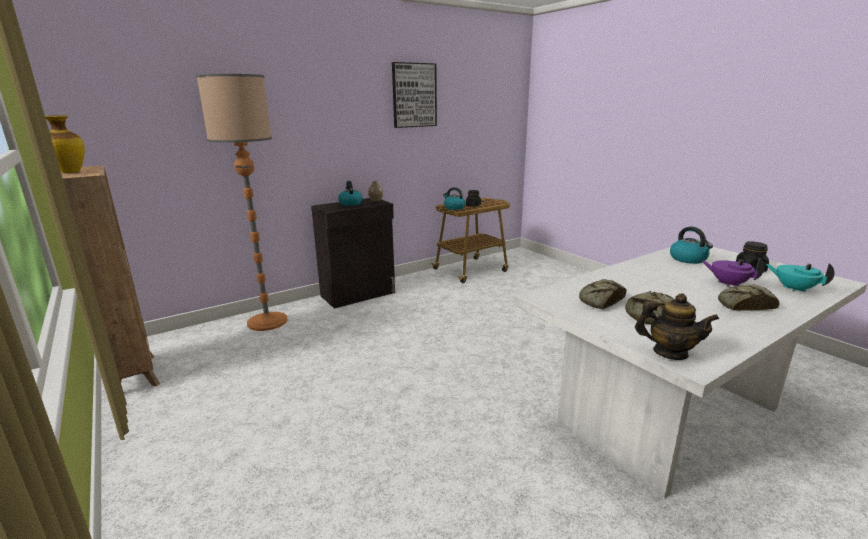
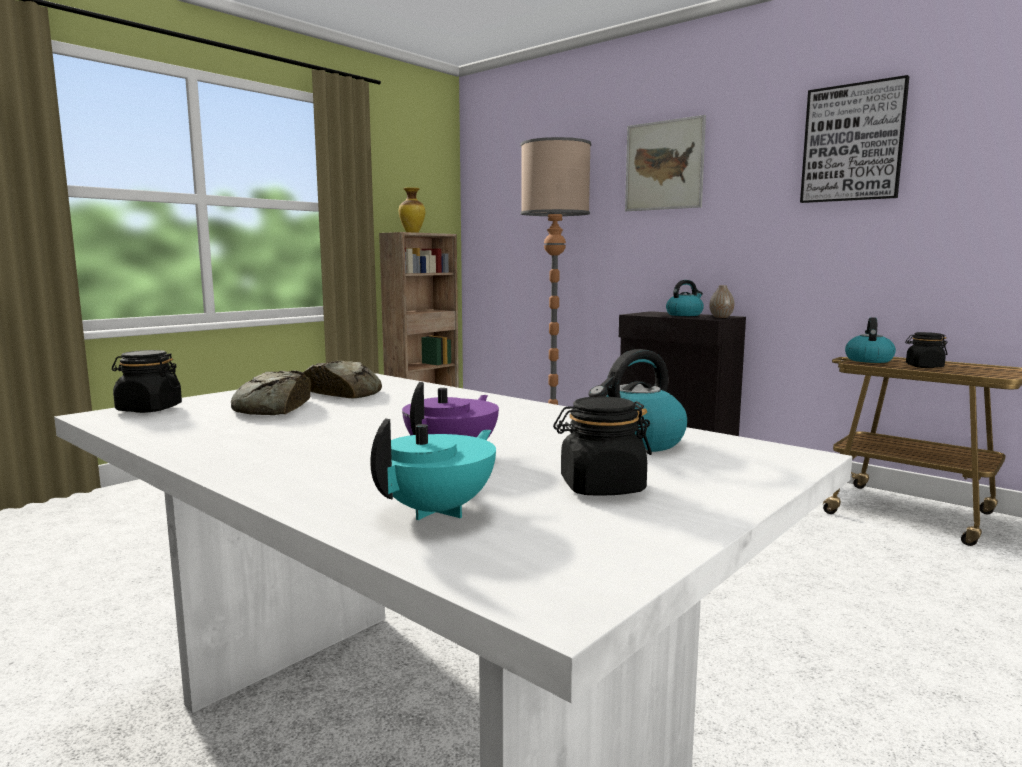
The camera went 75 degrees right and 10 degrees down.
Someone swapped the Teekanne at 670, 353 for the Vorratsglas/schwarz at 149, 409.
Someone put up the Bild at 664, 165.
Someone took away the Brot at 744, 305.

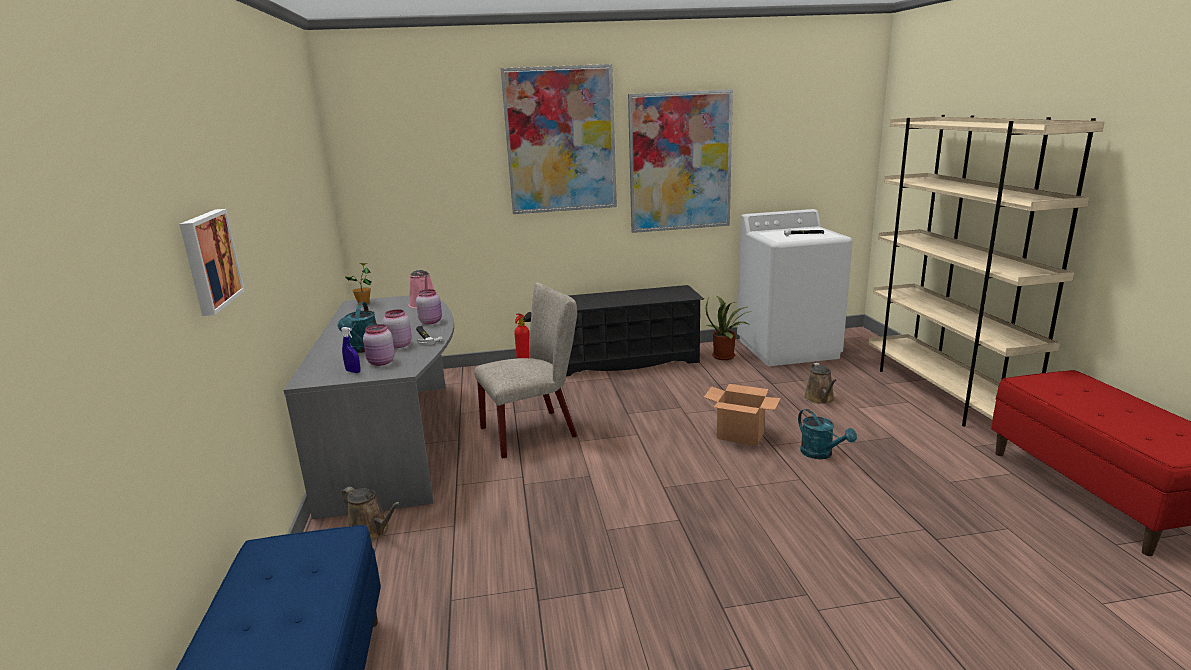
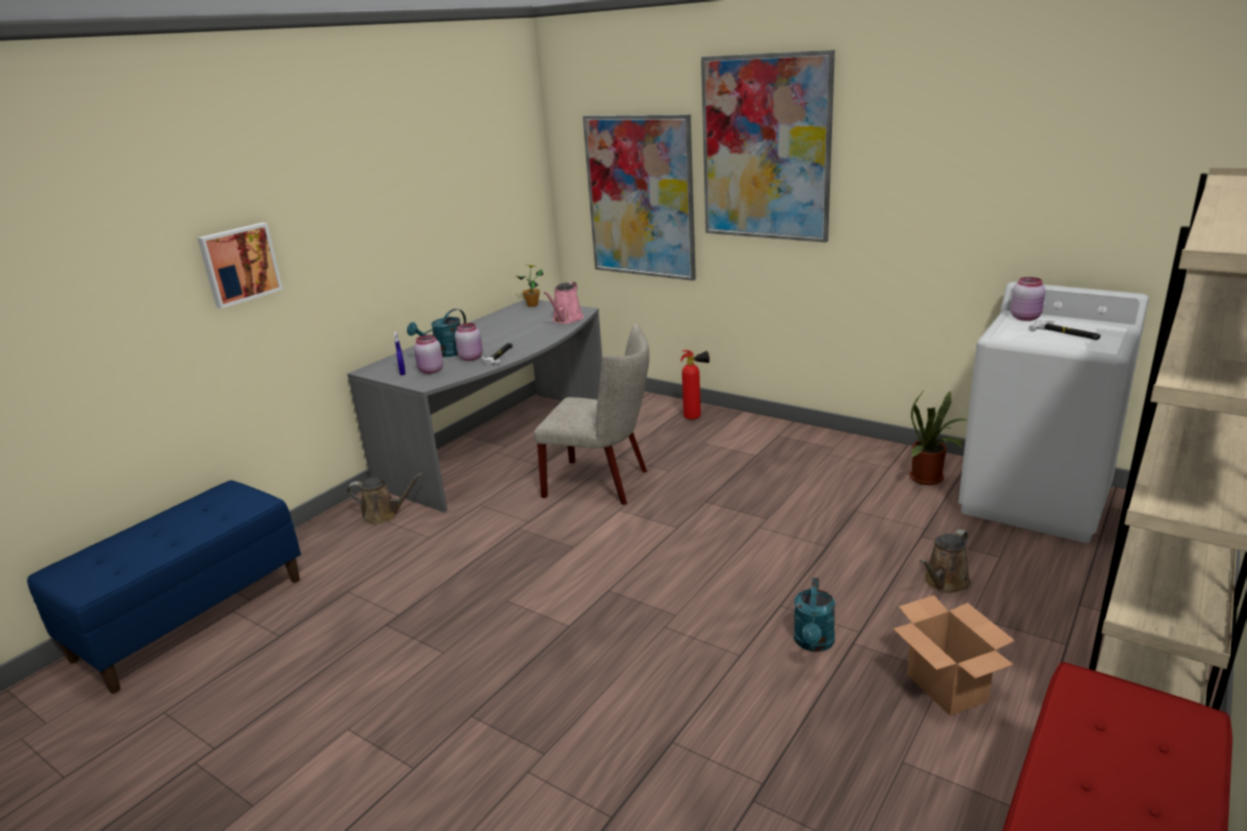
The camera went 45 degrees right and 5 degrees up.
Someone rotated the Gießkanne/braun at 371, 532 by 75 degrees counterclockwise.
Someone carried the Bild from 680, 162 to 640, 197.
Someone carried the Karton from 741, 435 to 947, 687.
Someone carried the Vorratsglas/rosa from 431, 321 to 1026, 317.
Someone took away the Schuhregal/schwarz at 625, 361.

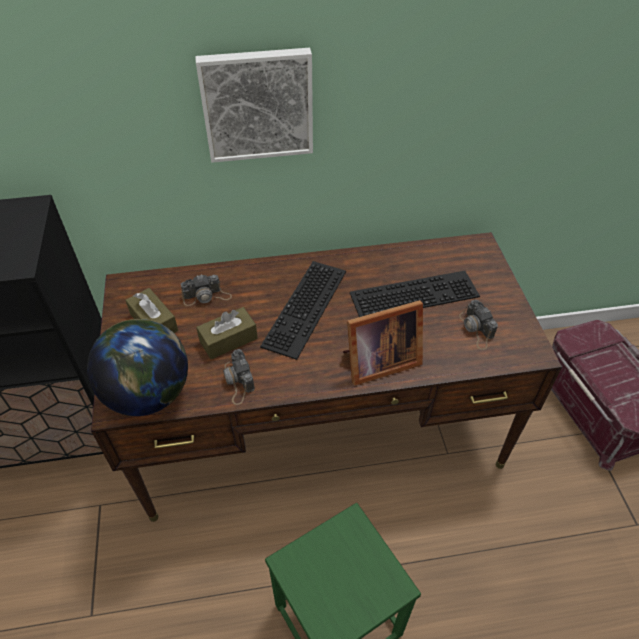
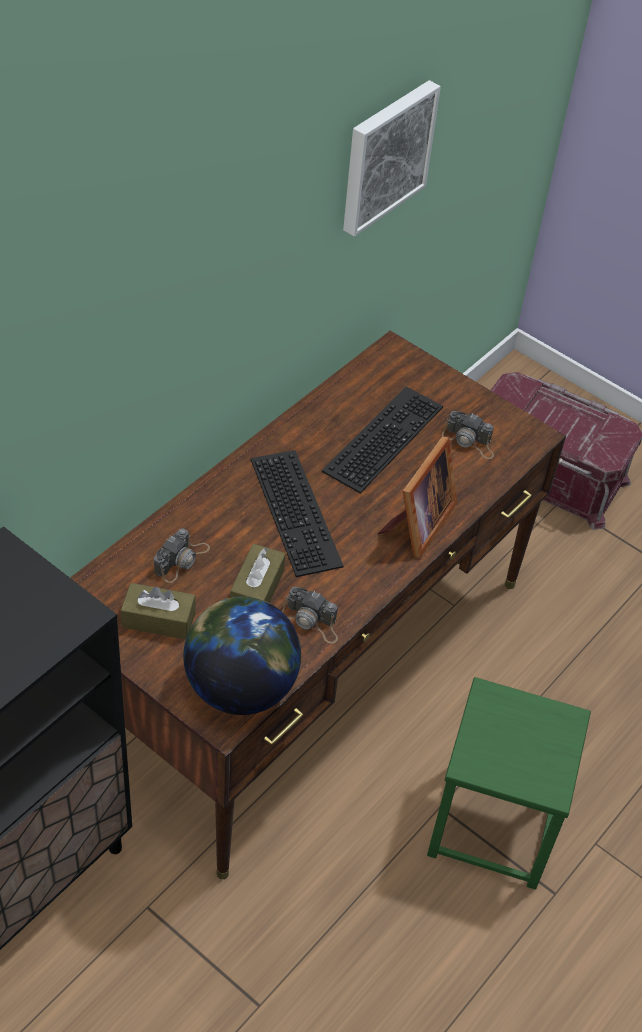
The camera went 45 degrees left and 0 degrees up.
Someone carried the Bild from 257, 104 to 385, 155.

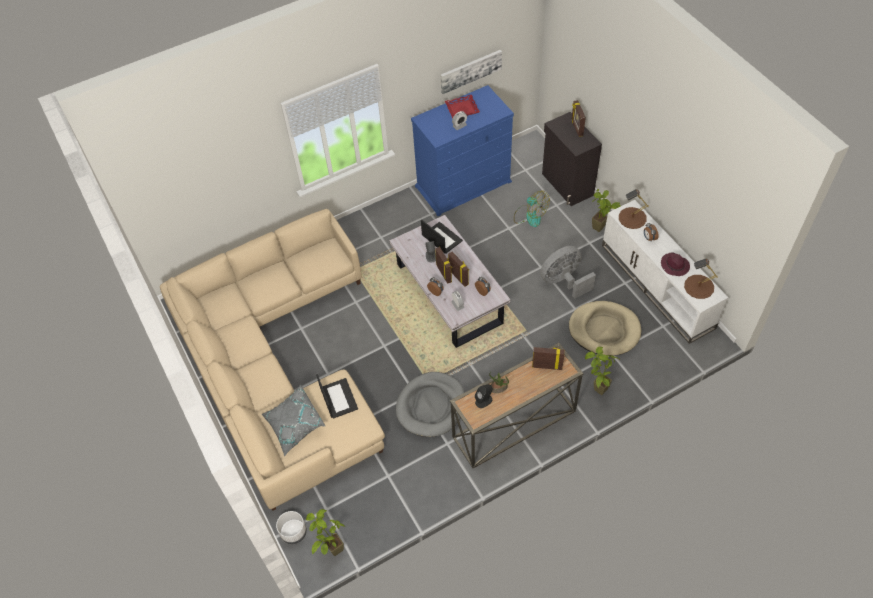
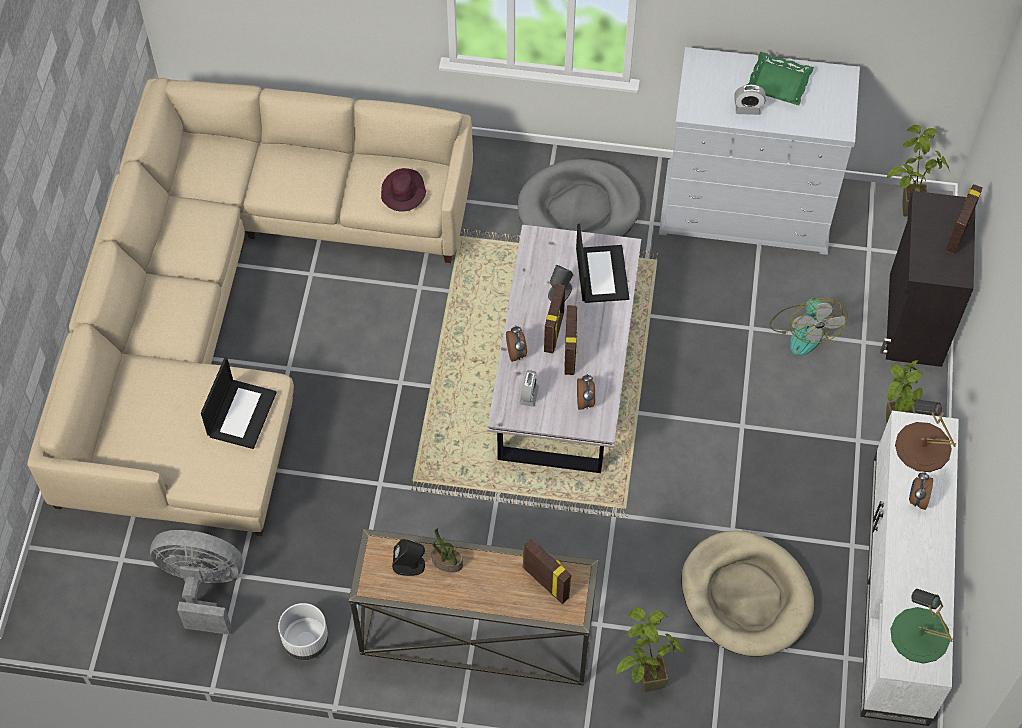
The camera went 35 degrees right and 5 degrees up.
Someone carried the Ventilator/grau from 564, 281 to 203, 587.
Someone carried the Pflanzkübel/weiß from 293, 532 to 305, 640.
Someone carried the Hut/lila from 675, 266 to 403, 193.
Someone carried the Hundebett/grau from 431, 406 to 578, 210.
Someone repainted the Kommode/blau at 463, 184, which became the Kommode/weiß at 747, 208.
Someone repainted the Tablett/rot at 462, 109, which became the Tablett/grün at 778, 83.
Someone carried the Topfpflanze from 331, 551 to 902, 208.
Someone repainted the Tischlampe/braun at 699, 287, which became the Tischlampe/grün at 919, 635.
Someone took away the Kissen/grau at 294, 425.
Someone took away the Bild at 470, 71.

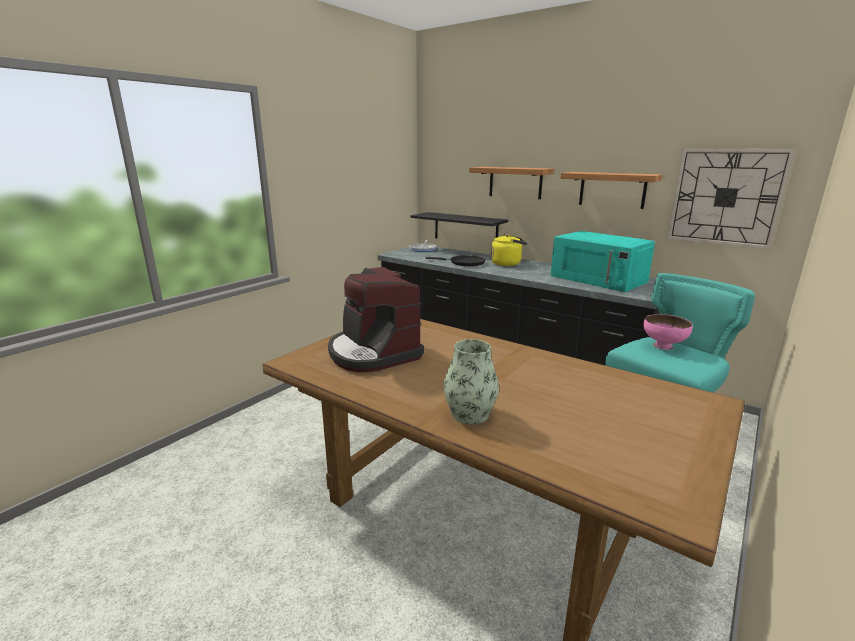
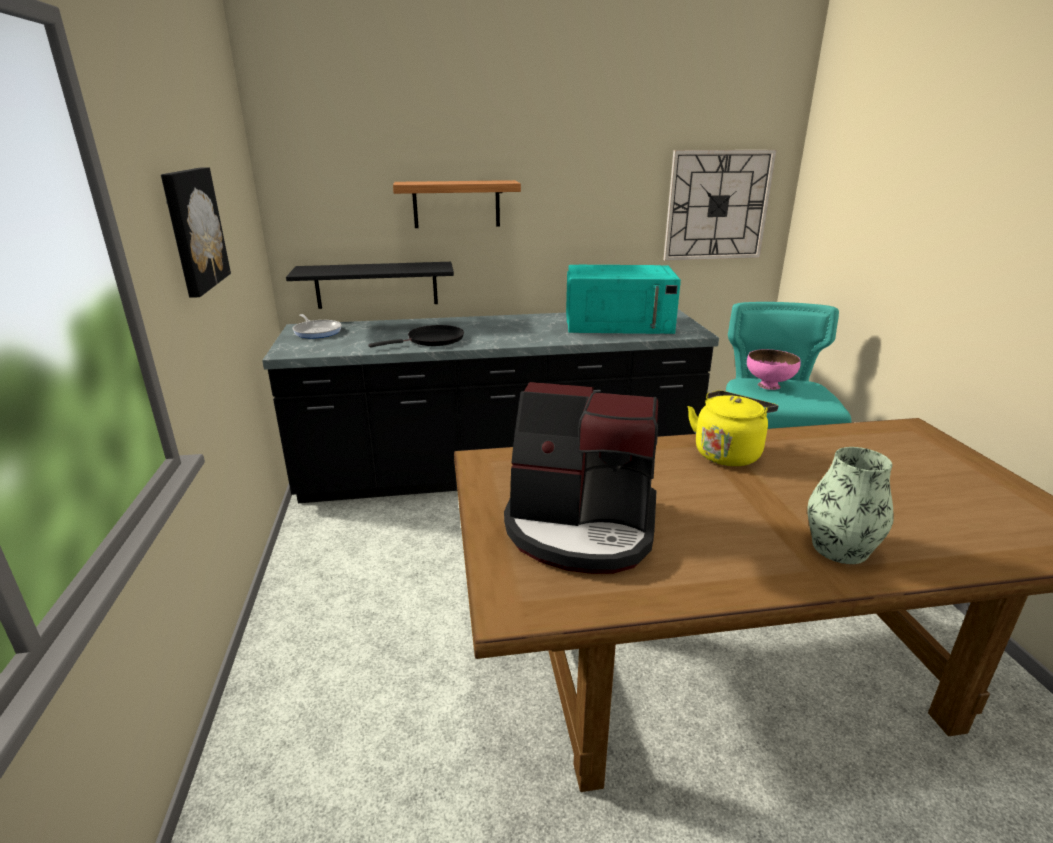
The camera went 45 degrees left and 5 degrees up.
Someone put up the Bild at 193, 230.
Someone carried the Wasserkessel/gelb from 507, 263 to 728, 453.
Someone took away the Wandregal at 612, 190.

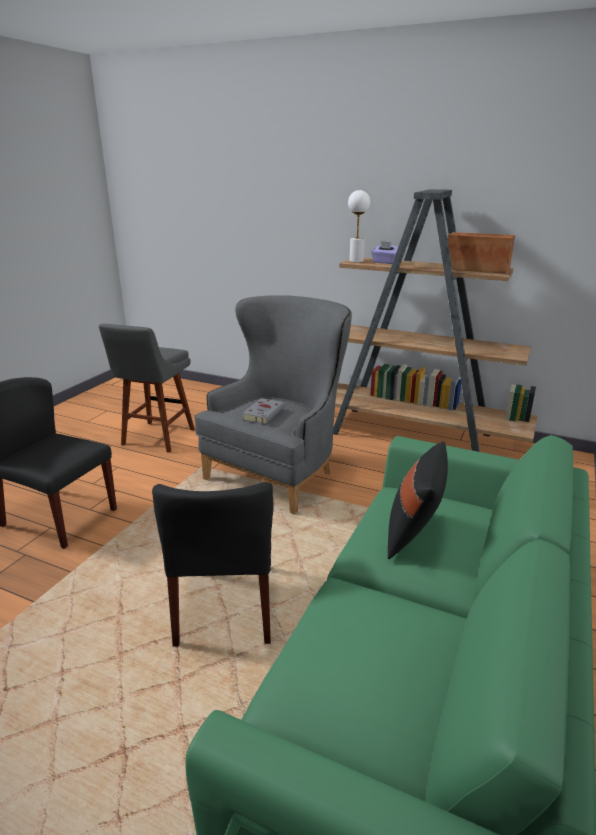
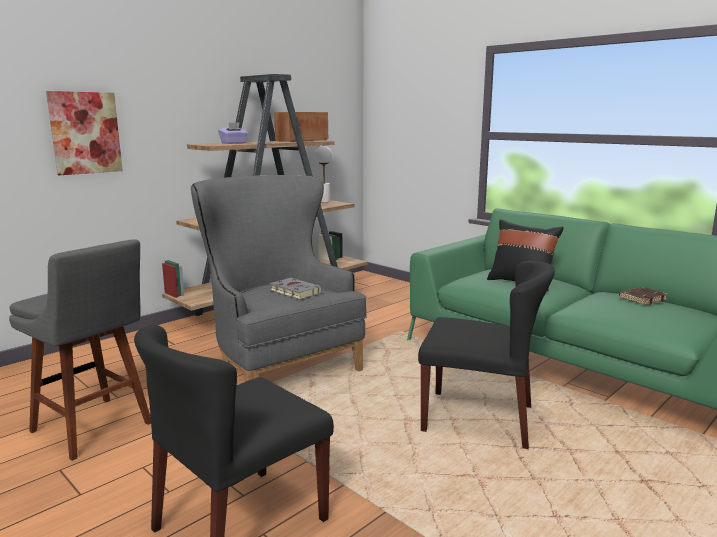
The camera went 70 degrees left and 10 degrees down.
Someone put up the Bild at 85, 133.
Someone carried the Tischlampe/weiß from 356, 261 to 324, 201.
Someone put down the Buch/braun at 642, 299.

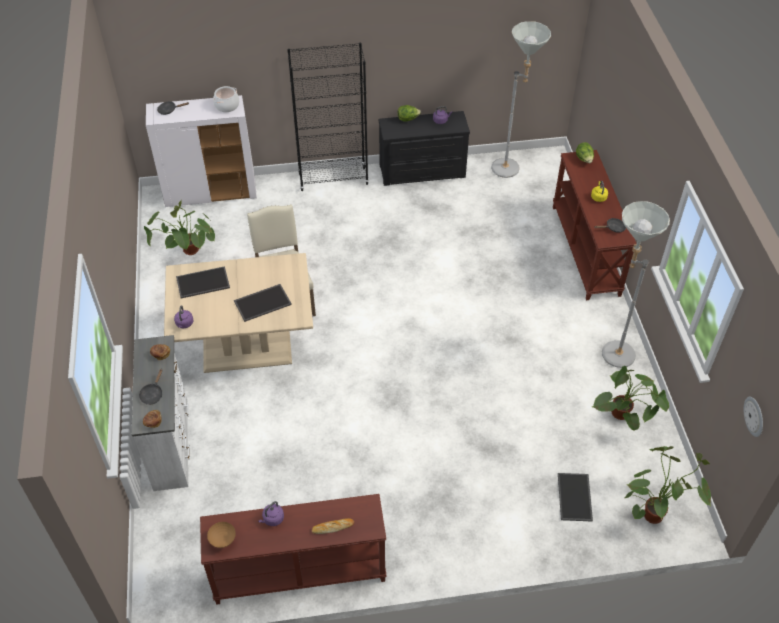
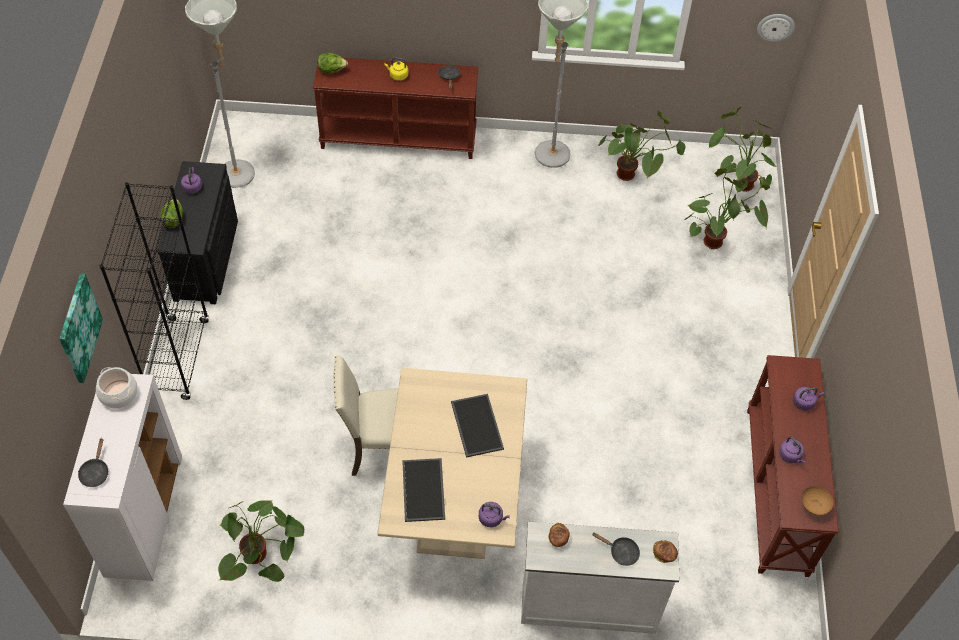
The camera went 80 degrees left and 5 degrees up.
Someone put up the Bild at 78, 328.
Someone swapped the Tablett at 575, 497 for the Topfpflanze at 717, 236.
Someone swapped the Brot at 332, 527 for the Wasserkessel/lila at 804, 402.

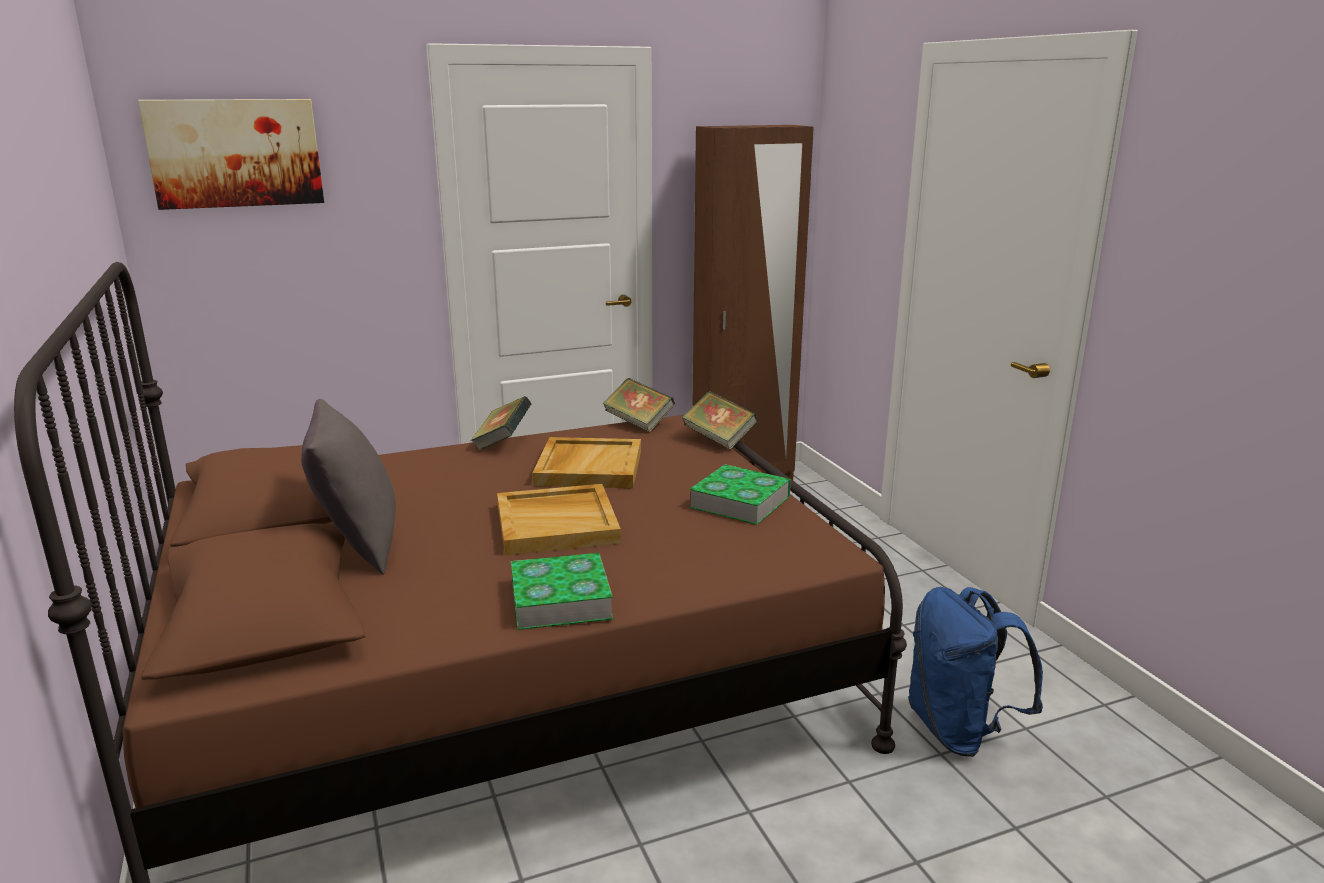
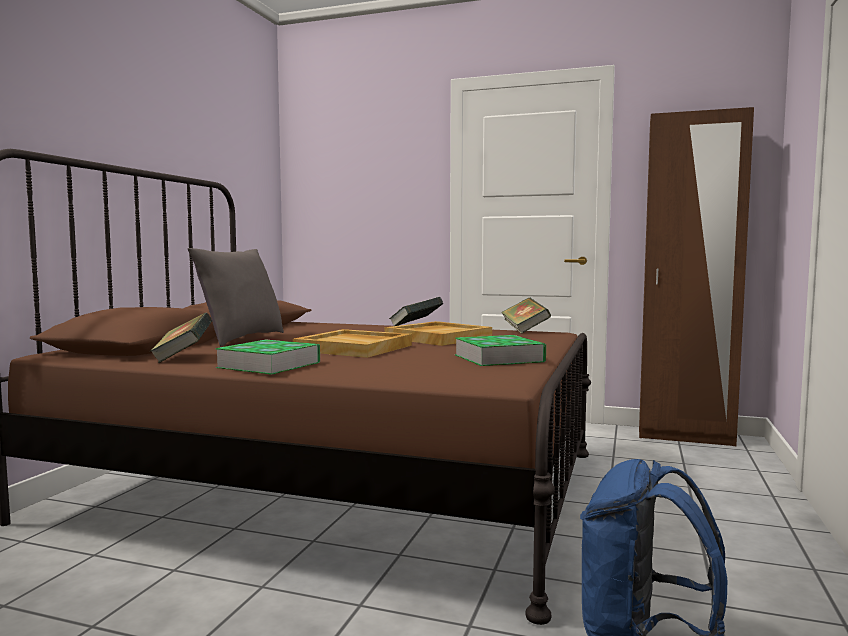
The camera went 40 degrees right and 15 degrees down.
Someone carried the Buch from 719, 439 to 183, 358.
Someone took away the Bild at 235, 153.

